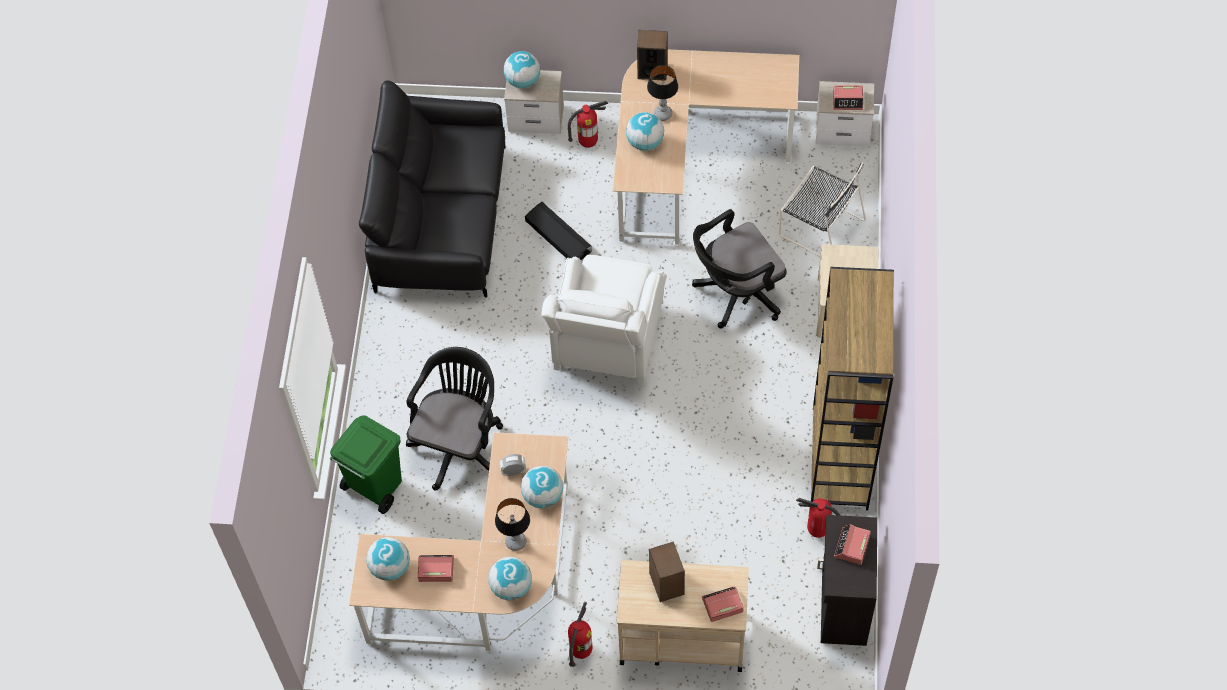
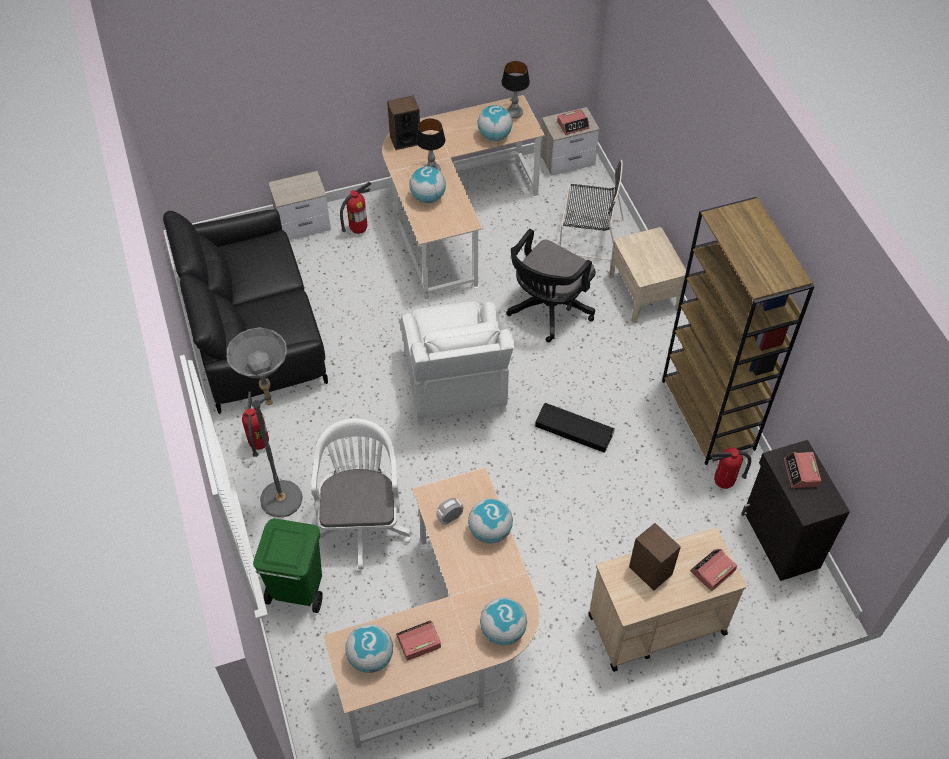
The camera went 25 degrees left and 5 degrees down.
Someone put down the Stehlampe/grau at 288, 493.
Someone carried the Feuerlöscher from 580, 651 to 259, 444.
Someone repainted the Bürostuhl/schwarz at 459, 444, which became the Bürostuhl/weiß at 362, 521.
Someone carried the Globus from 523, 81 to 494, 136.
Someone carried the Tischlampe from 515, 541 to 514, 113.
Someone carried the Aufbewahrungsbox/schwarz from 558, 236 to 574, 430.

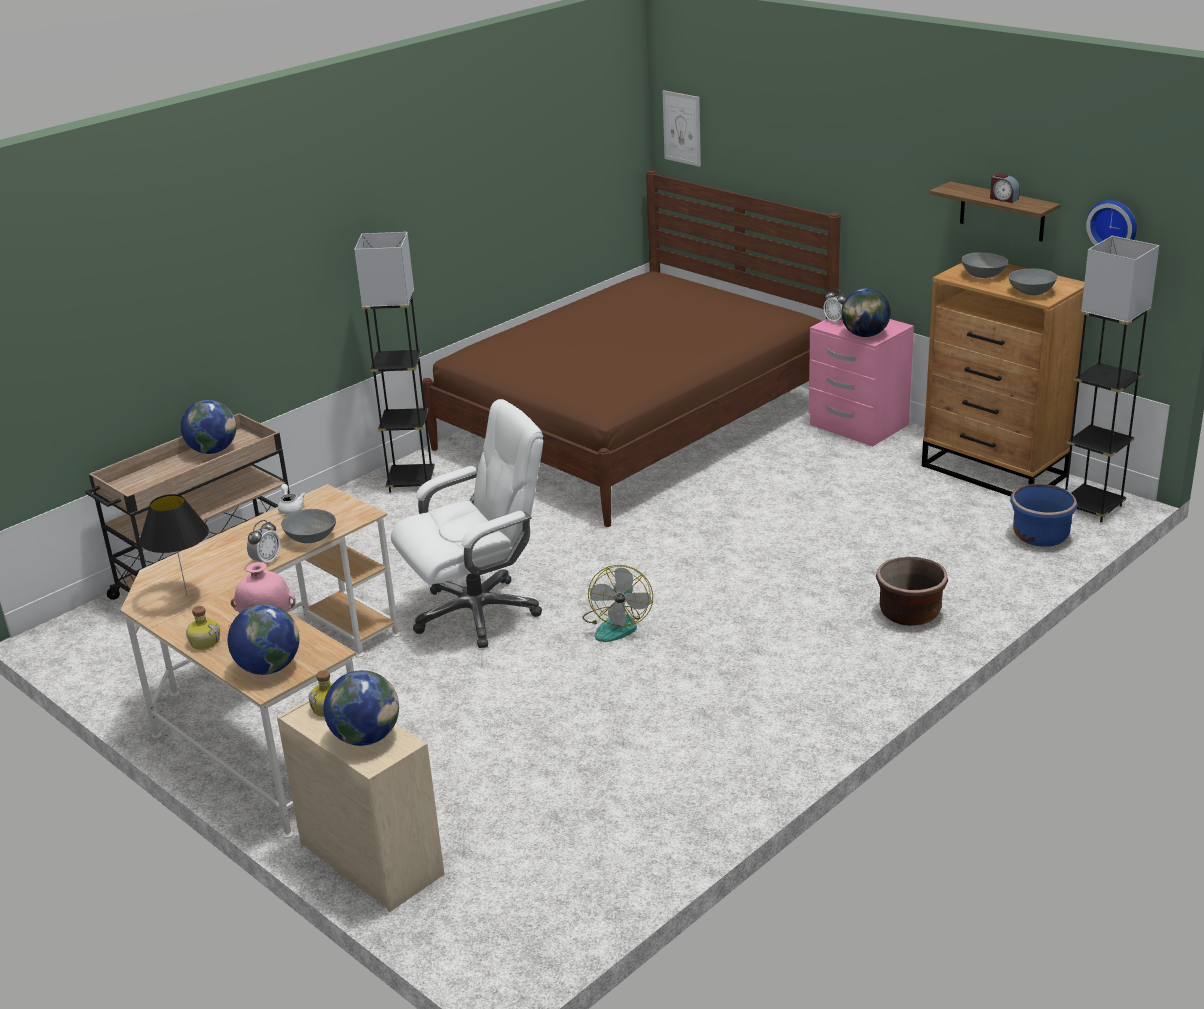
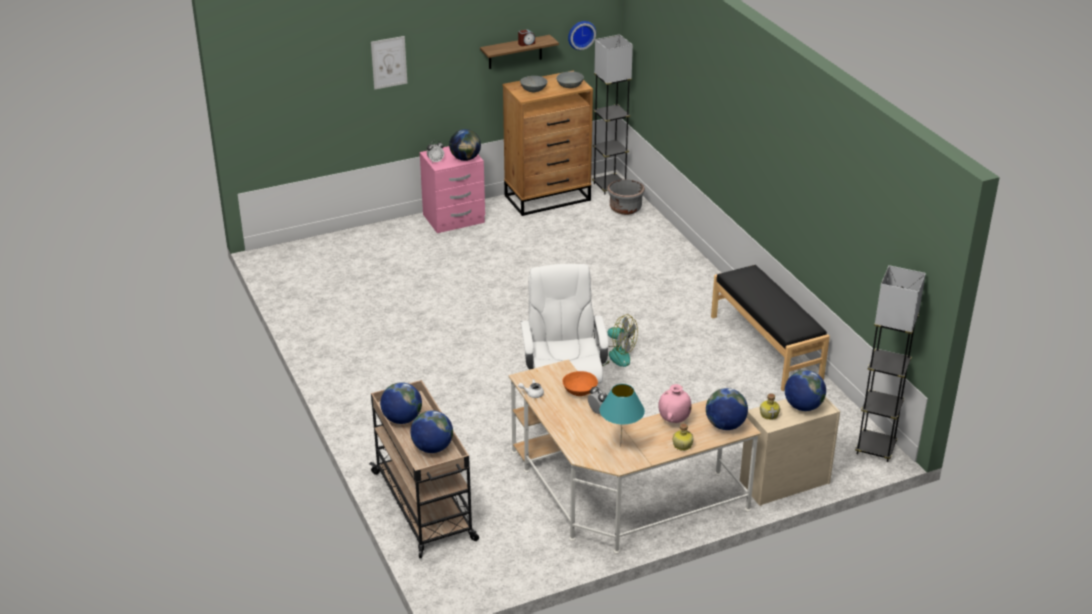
The camera went 70 degrees left and 5 degrees up.
Someone carried the Bild from 682, 128 to 389, 62.
Someone put down the Globus at 432, 448.
Someone repainted the Schüssel/grau at 310, 538, which became the Schüssel/orange at 580, 391.
Someone repainted the Tischlampe/schwarz at 187, 596, which became the Tischlampe/türkis at 620, 447.
Someone repainted the Pflanzkübel/blau at 1040, 536, which became the Pflanzkübel/grau at 625, 209.
Someone put down the Bank/schwarz at 766, 347.
Someone carried the Stehlampe/grau from 411, 482 to 875, 449.
Someone took away the Bett/braun at 635, 425.
Someone took away the Pflanzkübel/braun at 909, 613.

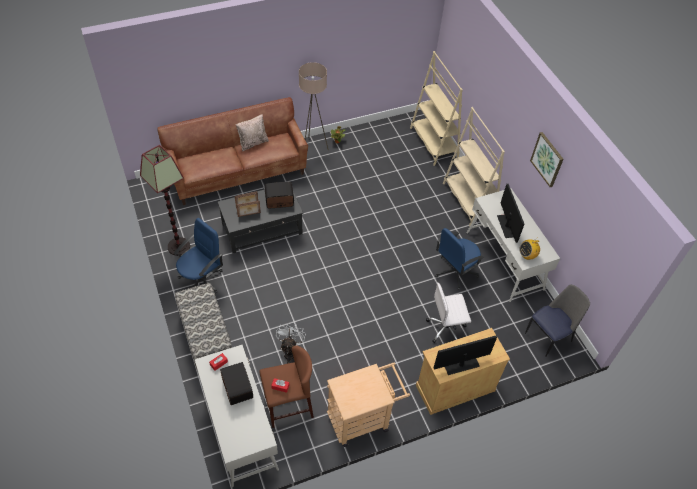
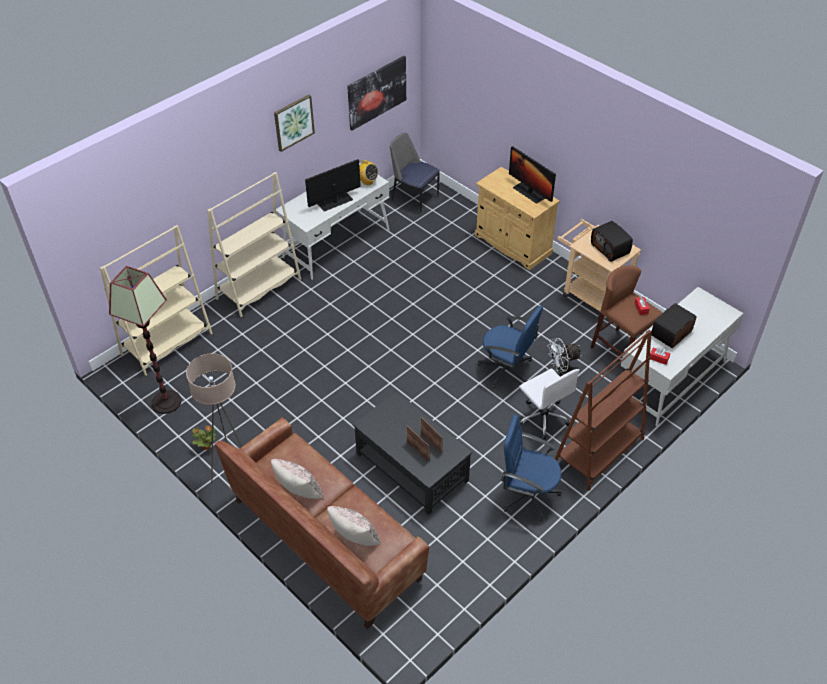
The camera went 110 degrees left and 5 degrees down.
Someone carried the Stehlampe from 179, 246 to 166, 402.
Someone put down the Kissen/beige at 355, 538.
Someone put up the Bild at 376, 92.
Someone carried the Bürostuhl/blau from 455, 271 to 506, 370.
Someone carried the Bürostuhl/weiß from 446, 329 to 542, 418.
Someone swapped the Bank at 206, 337 for the Bücherregal/braun at 598, 452.
Someone carried the Radio from 279, 201 to 610, 249.

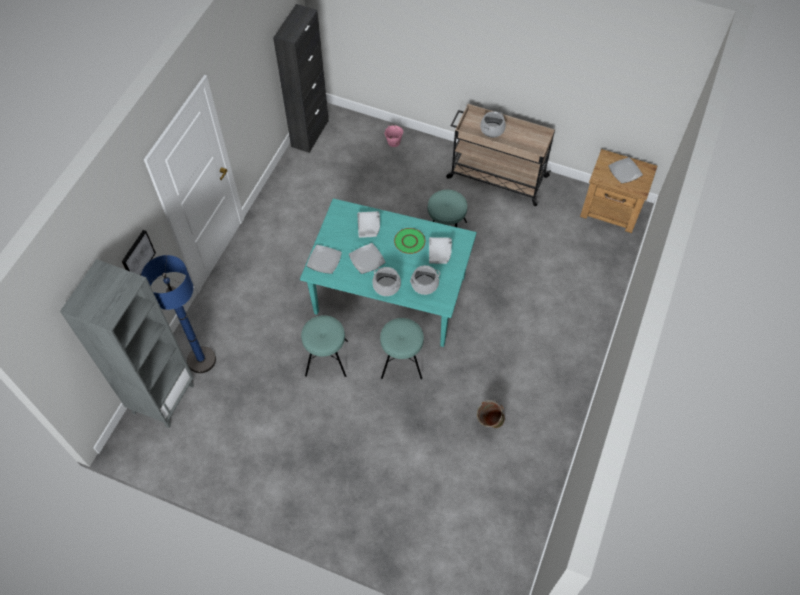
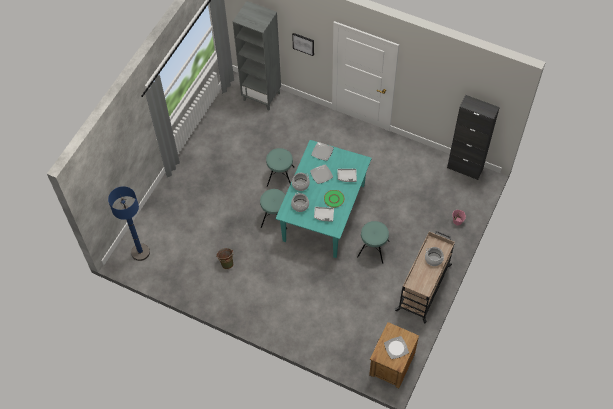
The camera went 95 degrees right and 0 degrees up.
Someone carried the Stehlampe/blau from 201, 360 to 140, 252.

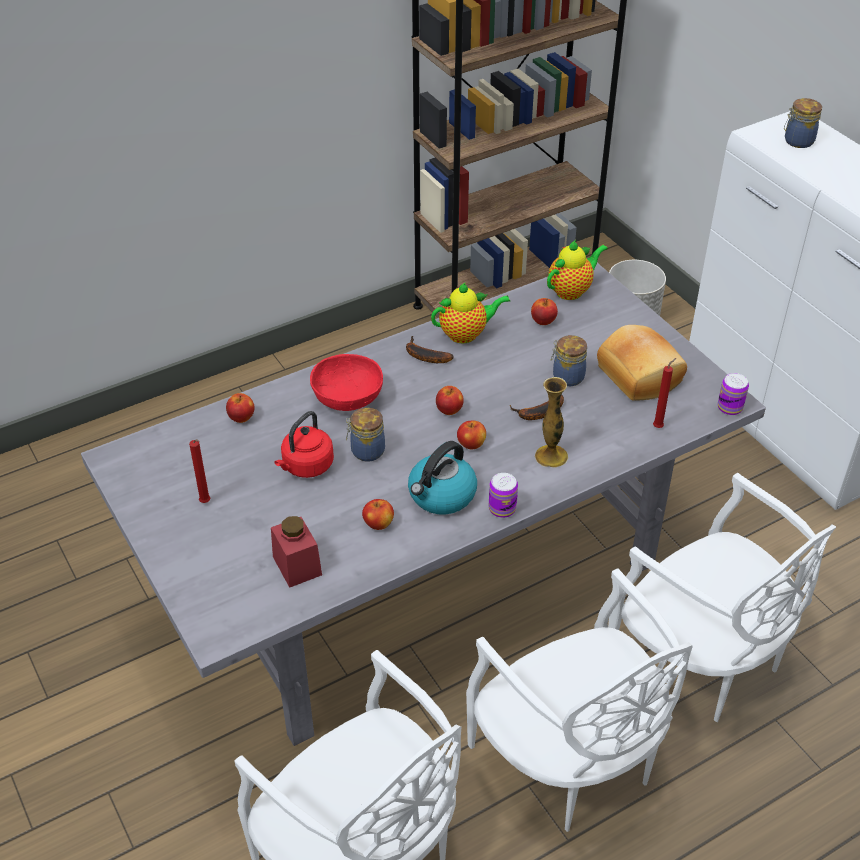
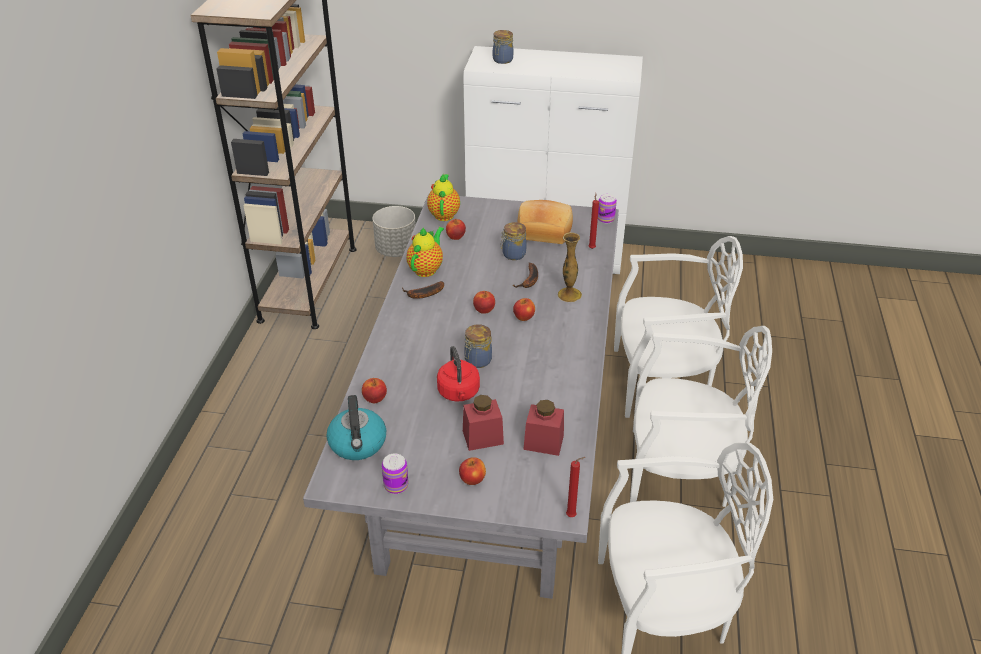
The camera went 50 degrees left and 5 degrees down.
Someone carried the Wasserkessel from 441, 495 to 358, 444.
Someone carried the Dose from 502, 509 to 396, 485.
Someone carried the Apfel from 378, 524 to 472, 480.
Someone put down the Vorratsglas/rot at 483, 437.
Someone carried the Kerze/rot from 206, 503 to 572, 516.
Someone took away the Schüssel/rot at 348, 398.

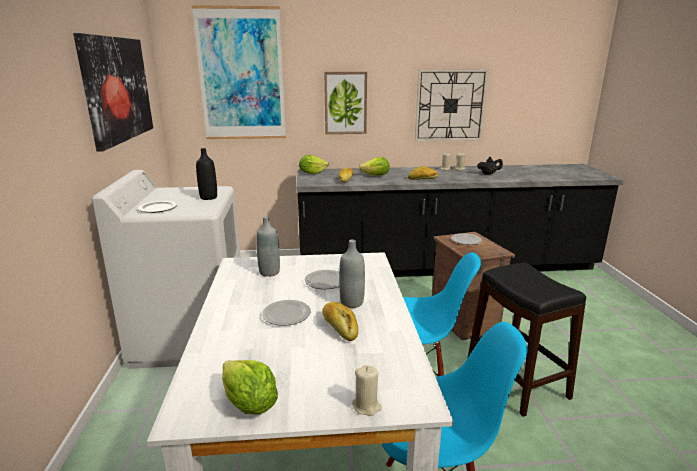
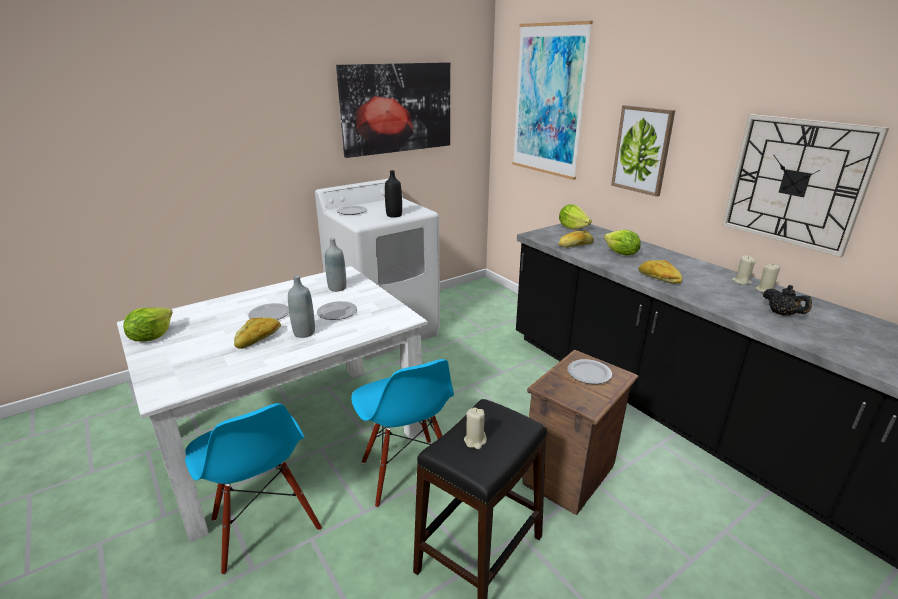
The camera went 60 degrees right and 5 degrees up.
Someone carried the Kerze/beige from 366, 406 to 475, 441.

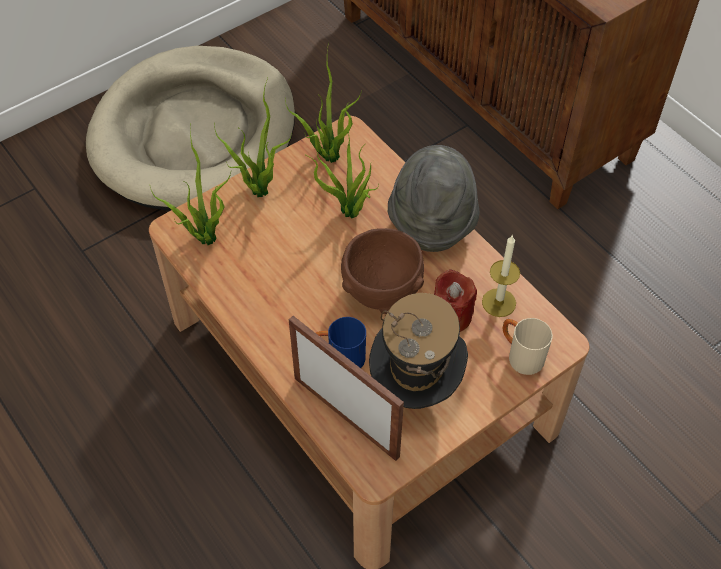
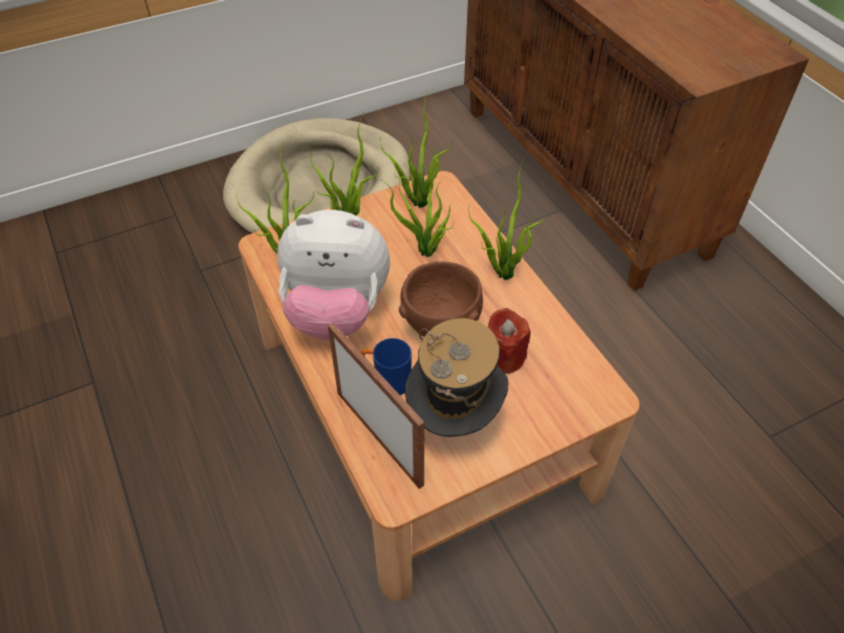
The camera went 10 degrees right and 5 degrees down.
Someone put down the Plüschtier at 336, 312.
Someone swapped the Hut/grau at 432, 223 for the Topfpflanze at 502, 271.
Someone took away the Kerze at 499, 302.
Someone took away the Henkelbecher/beige at 520, 355.

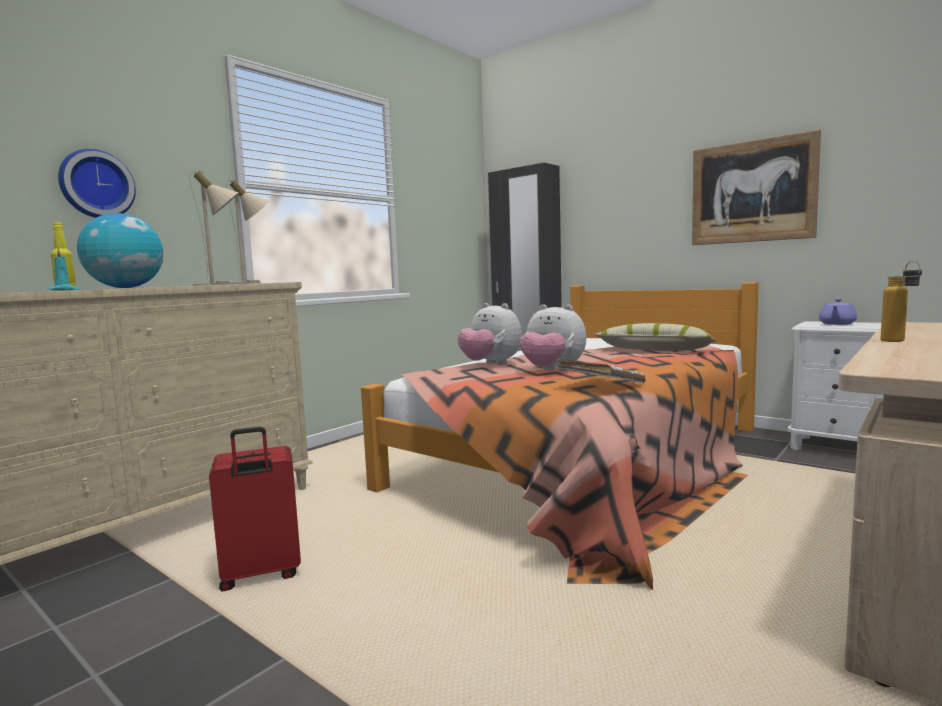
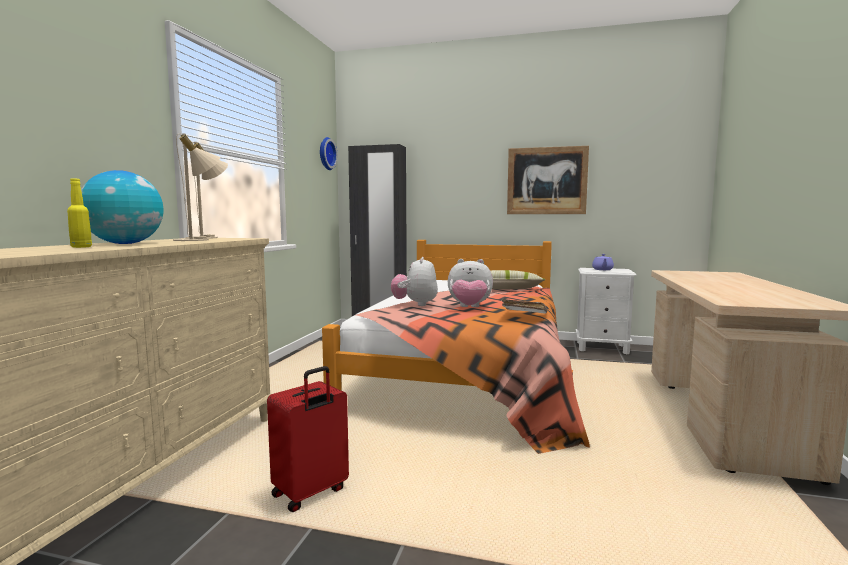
The camera went 25 degrees left and 0 degrees up.
Someone carried the Wanduhr from 96, 185 to 325, 153.
Someone rotated the Plüschtier at 490, 364 by 75 degrees clockwise.
Someone took away the Kerze/türkis at 65, 290.
Someone took away the Flasche at 899, 342.

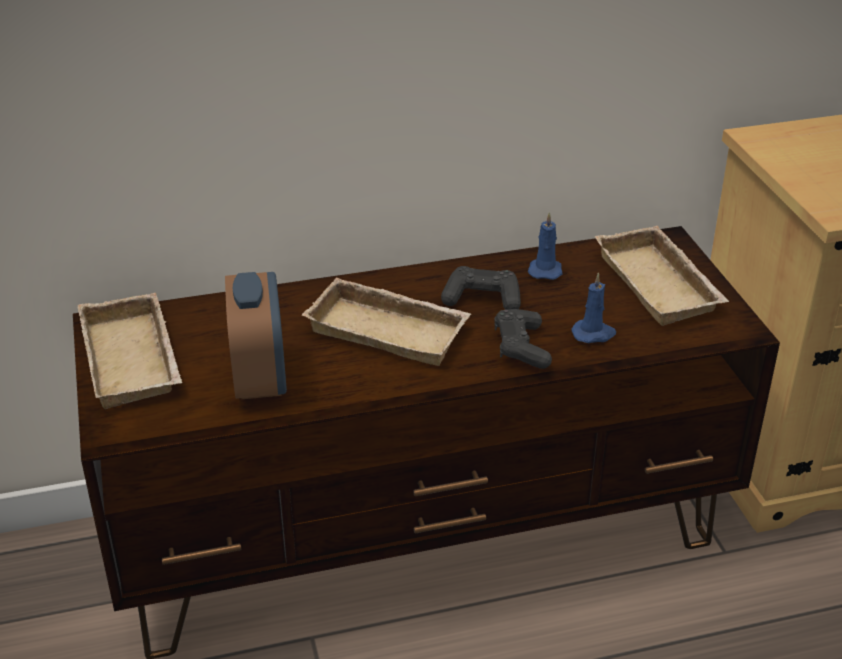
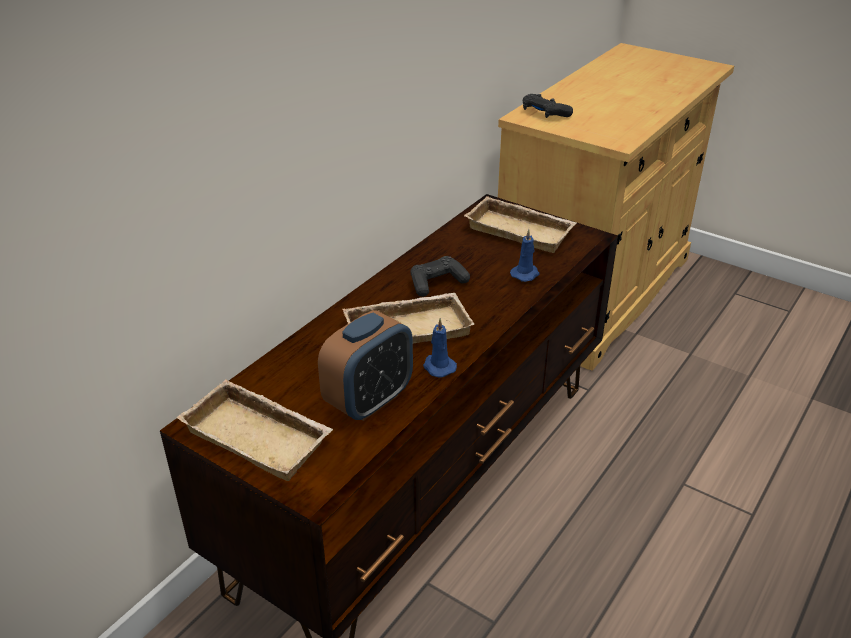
The camera went 40 degrees left and 0 degrees up.
Someone rotated the Wecker at 260, 378 by 90 degrees clockwise.
Someone carried the Kerze/blau from 545, 270 to 438, 366.
Someone carried the Gamepad/schwarz from 521, 347 to 544, 113.

